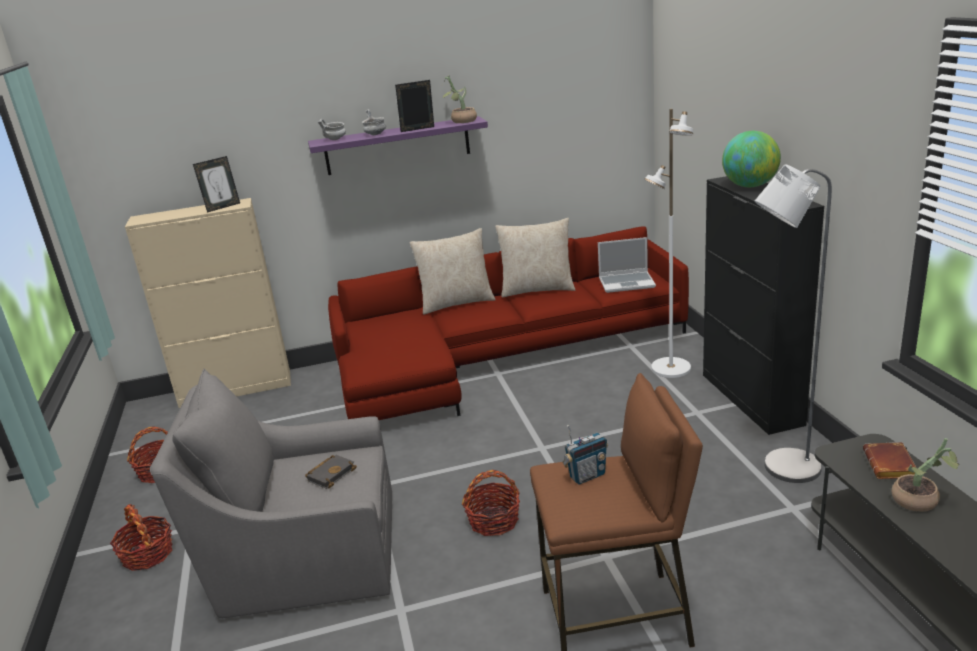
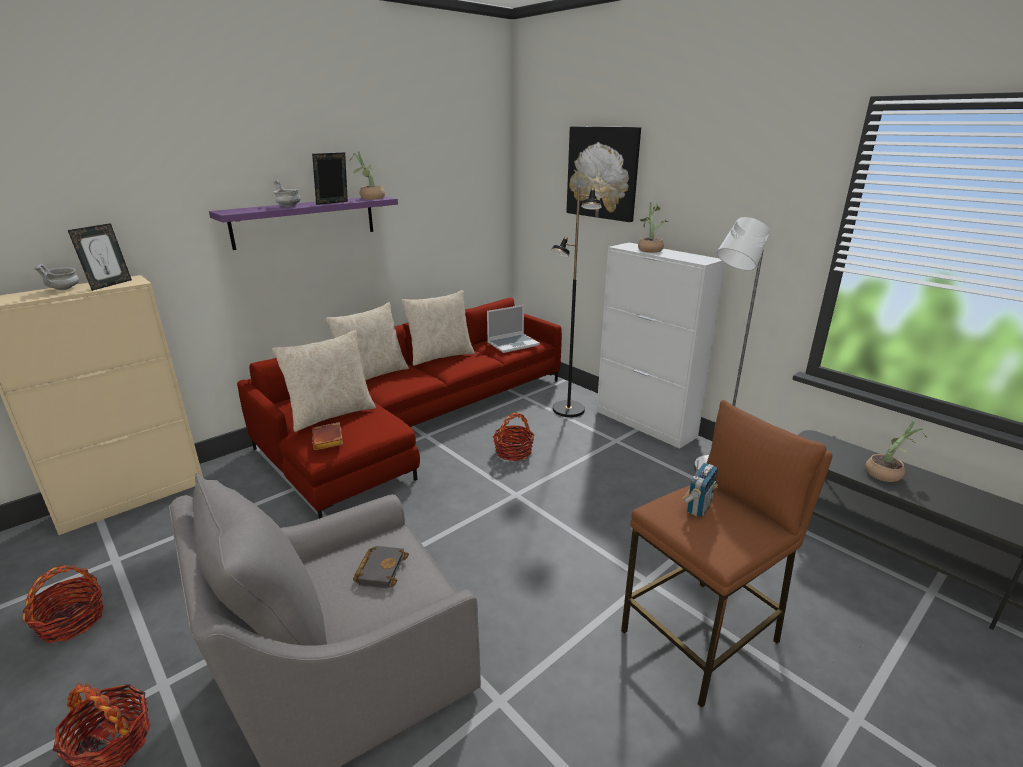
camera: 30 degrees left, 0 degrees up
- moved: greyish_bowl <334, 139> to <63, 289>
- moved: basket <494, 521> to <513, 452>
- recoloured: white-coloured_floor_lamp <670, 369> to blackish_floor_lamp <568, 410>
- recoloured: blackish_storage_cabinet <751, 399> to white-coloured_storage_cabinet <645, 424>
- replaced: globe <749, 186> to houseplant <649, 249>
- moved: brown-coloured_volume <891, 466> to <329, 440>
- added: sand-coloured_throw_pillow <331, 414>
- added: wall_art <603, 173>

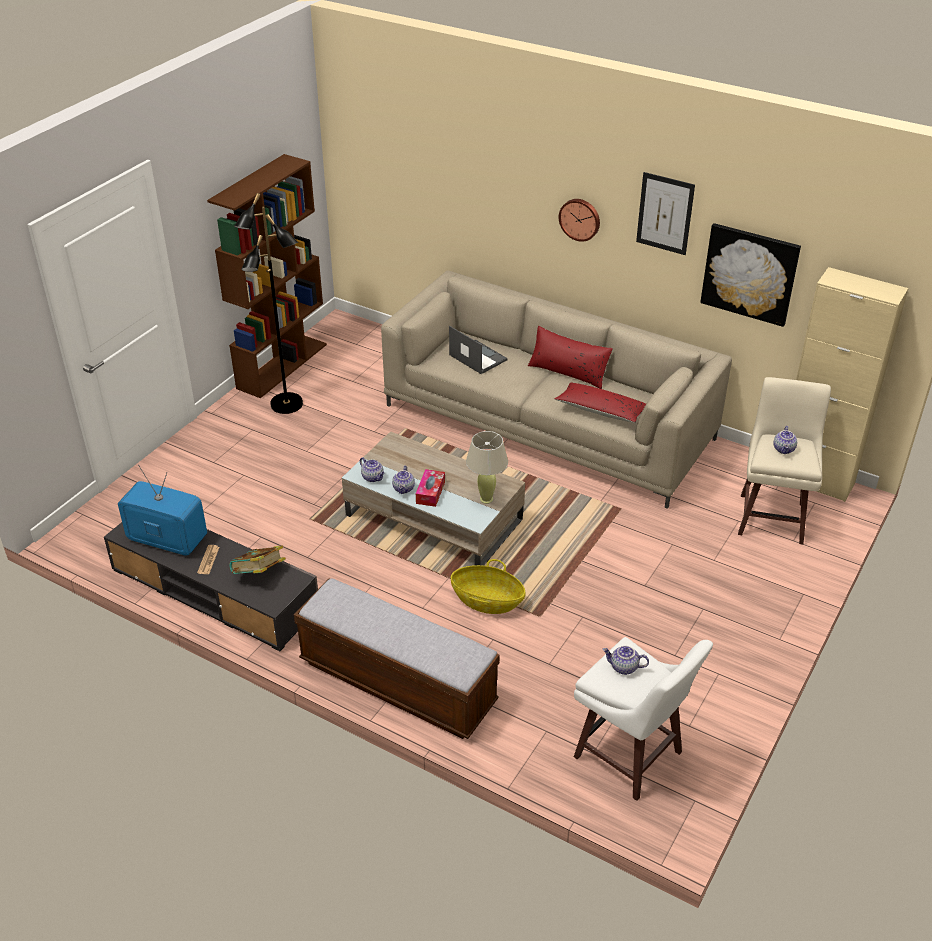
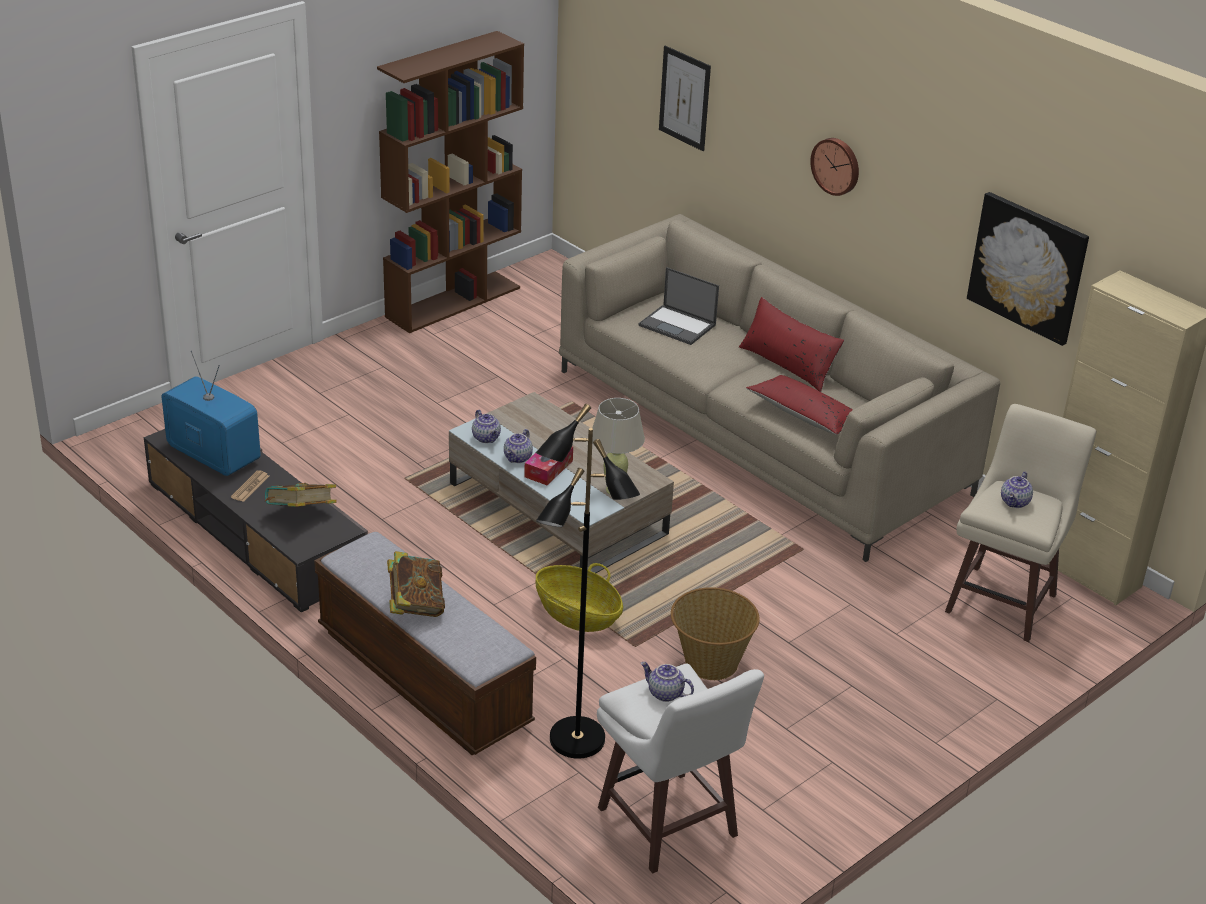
camera: 15 degrees right, 5 degrees down
- moved: blackish_floor_lamp <286, 405> to <577, 740>
- turned: laptop <477, 357> = <678, 325> 150 degrees clockwise
- moved: wall_art <665, 213> to <684, 98>
- added: volume <415, 605>
- added: basket <710, 663>

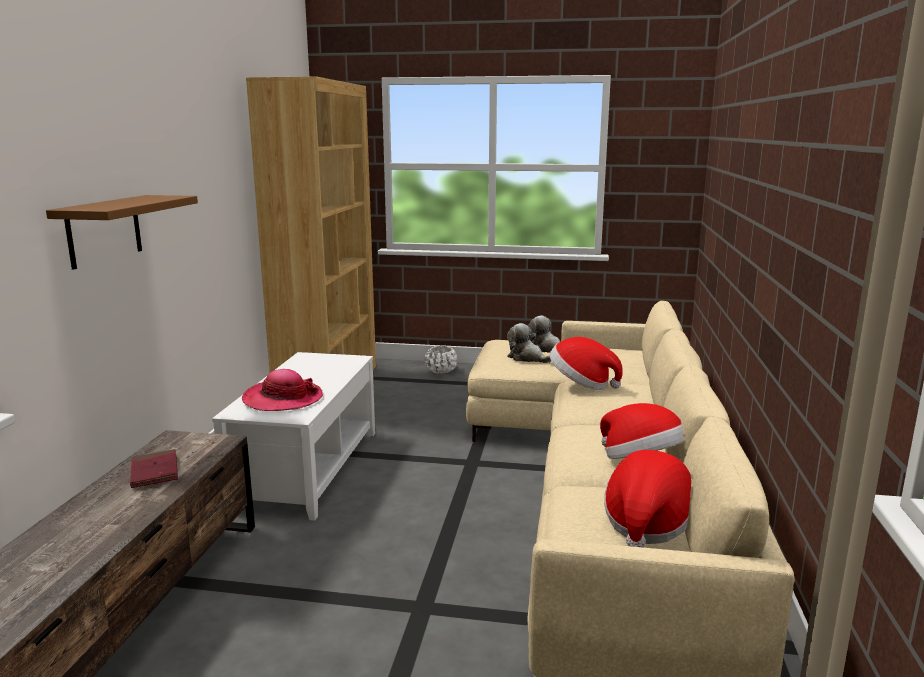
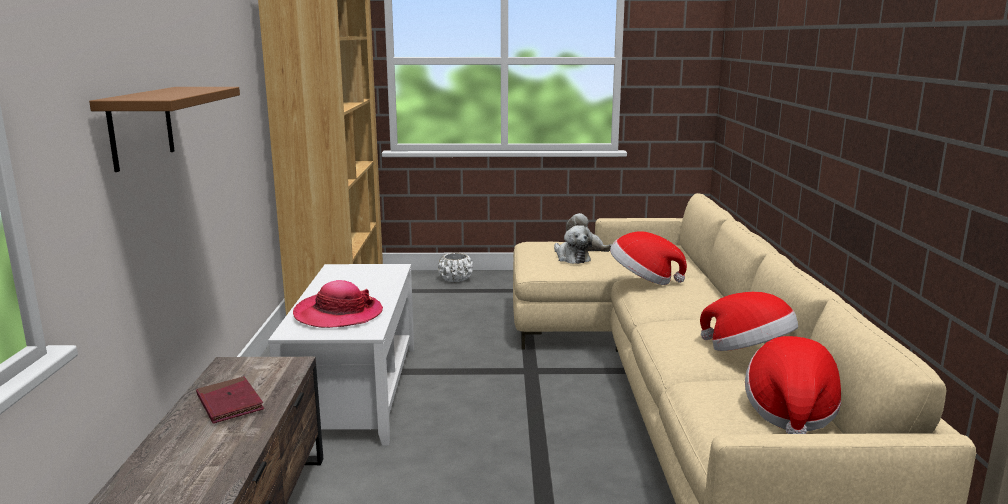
camera: 10 degrees left, 0 degrees up
- turned: soft_toy <527, 358> = <571, 258> 150 degrees counterclockwise

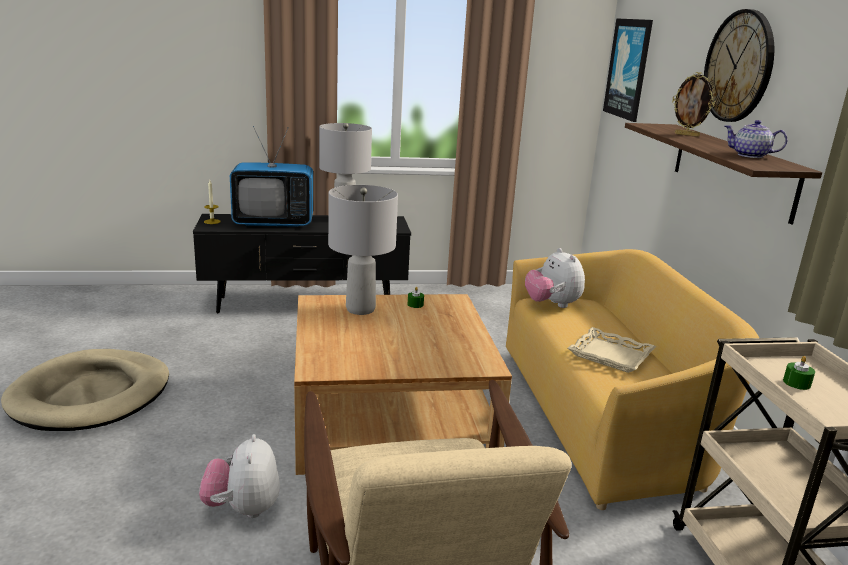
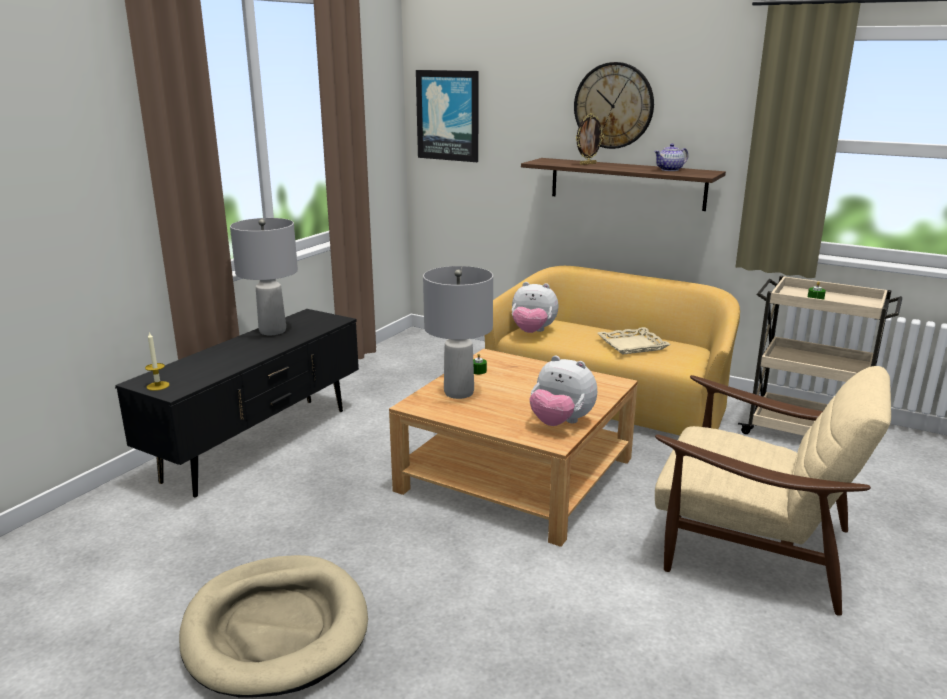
camera: 50 degrees left, 0 degrees up
- moved: soft_toy <243, 508> to <561, 423>
- removed: TV_set <273, 223>

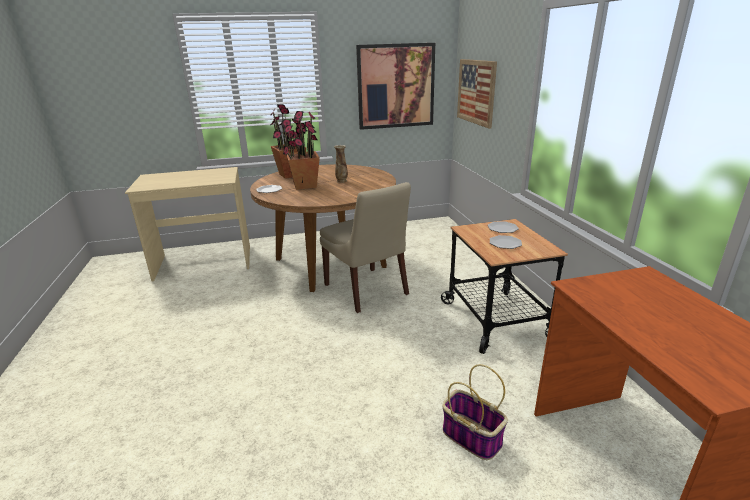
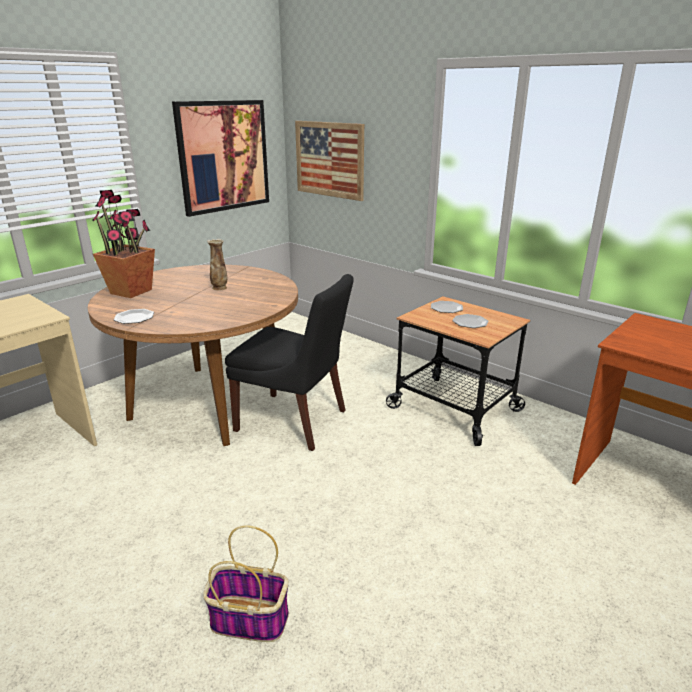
camera: 35 degrees left, 0 degrees up
- removed: houseplant <305, 185>
- recoloured: sand-coloured_upright_chair <367, 291> to blackish_upright_chair <295, 421>
- moved: basket <470, 436> to <248, 620>

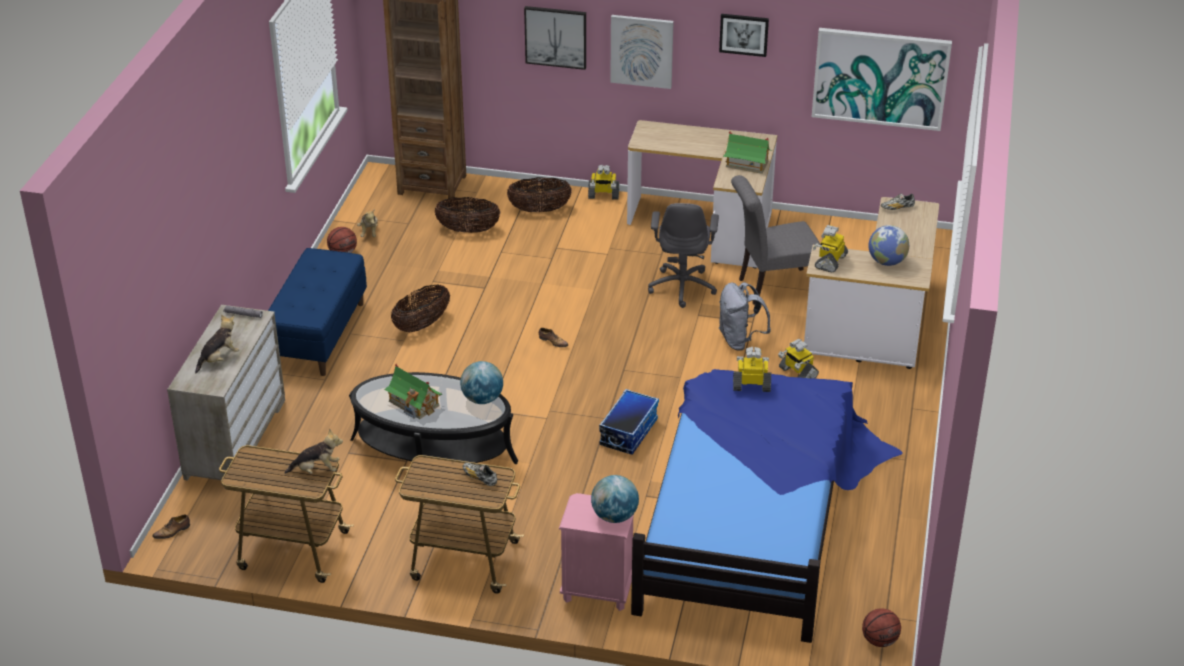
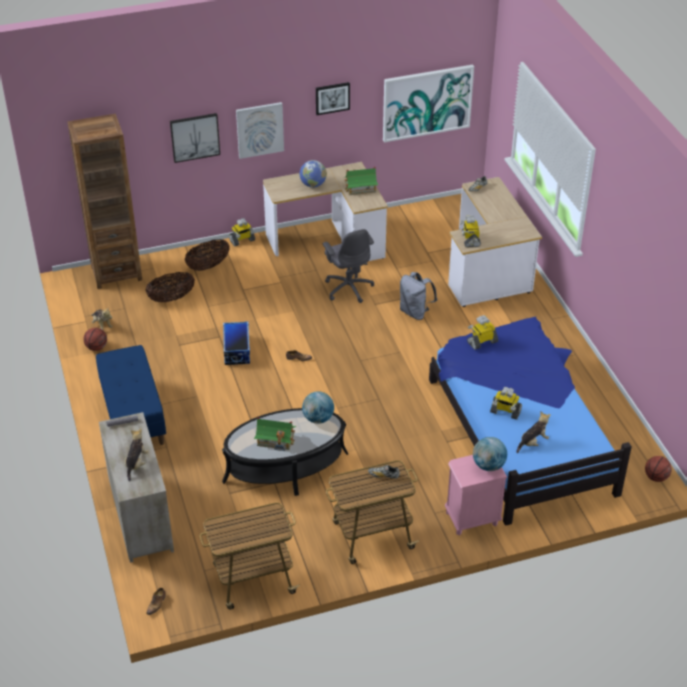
camera: 30 degrees left, 5 degrees up
- moved: soft_toy <317, 470> to <533, 442>
- removed: basket <421, 325>
- moved: storage_container <628, 432> to <236, 350>
- removed: greyish_upright_chair <773, 287>
- moved: model_robot <797, 373> to <505, 411>
- moved: globe <886, 262> to <313, 185>

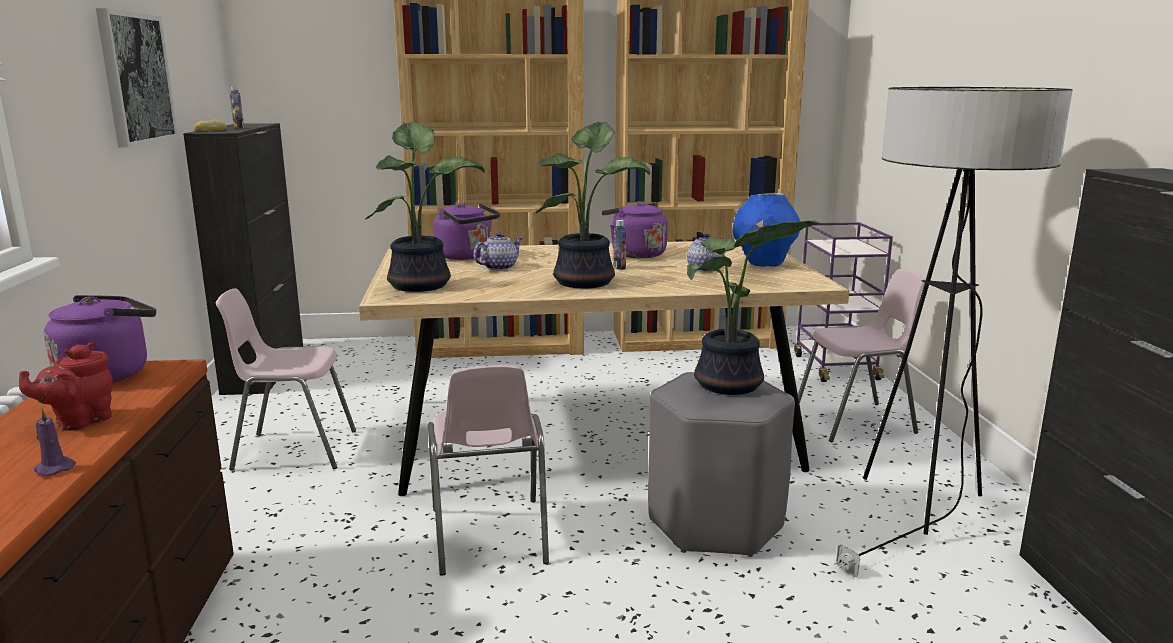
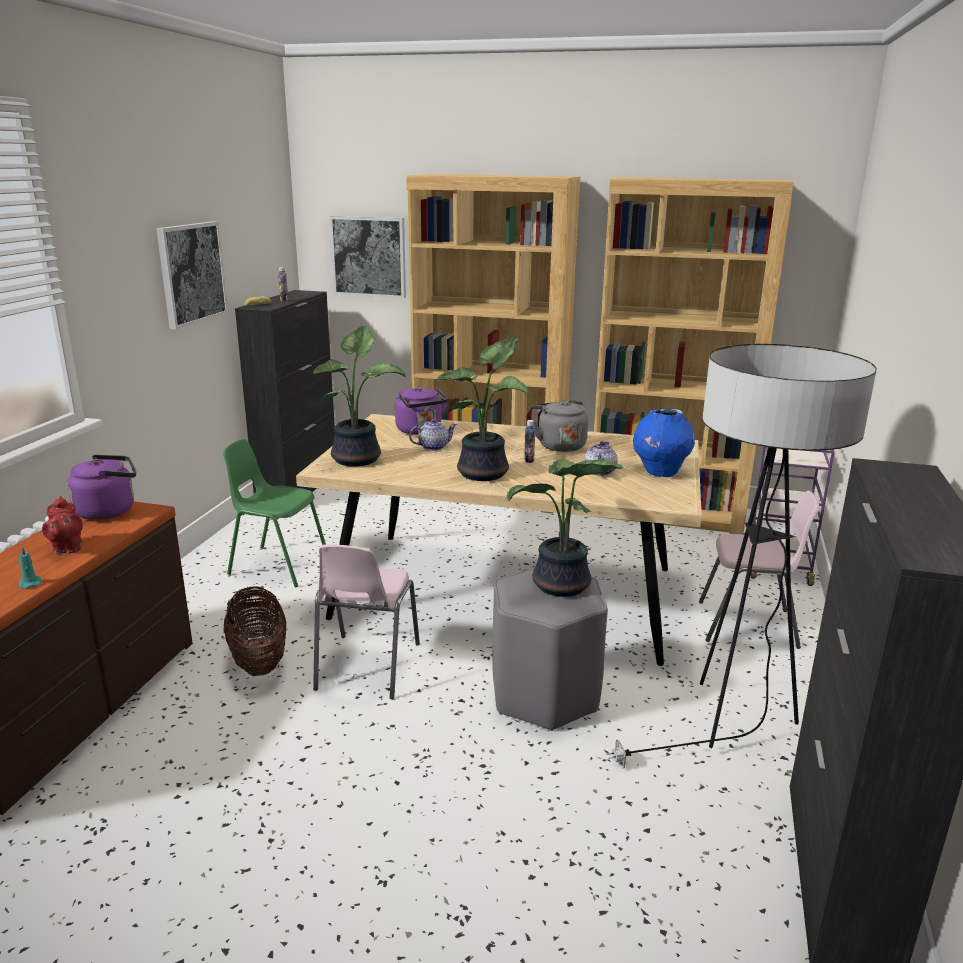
camera: 20 degrees right, 5 degrees up
- turned: reddish_tea_pot <79, 422> = <67, 548> 75 degrees counterclockwise
- recoloured: purple-coloured_candle <53, 468> to turquoise-coloured_candle <30, 583>
- recoloured: pink-coloured_upright_chair <294, 450> to green_upright_chair <278, 565>
- recoloured: purple-coloured_water_kettle <635, 254> to greyish_water_kettle <559, 445>
- added: basket <259, 660>
- added: wall_art <369, 256>

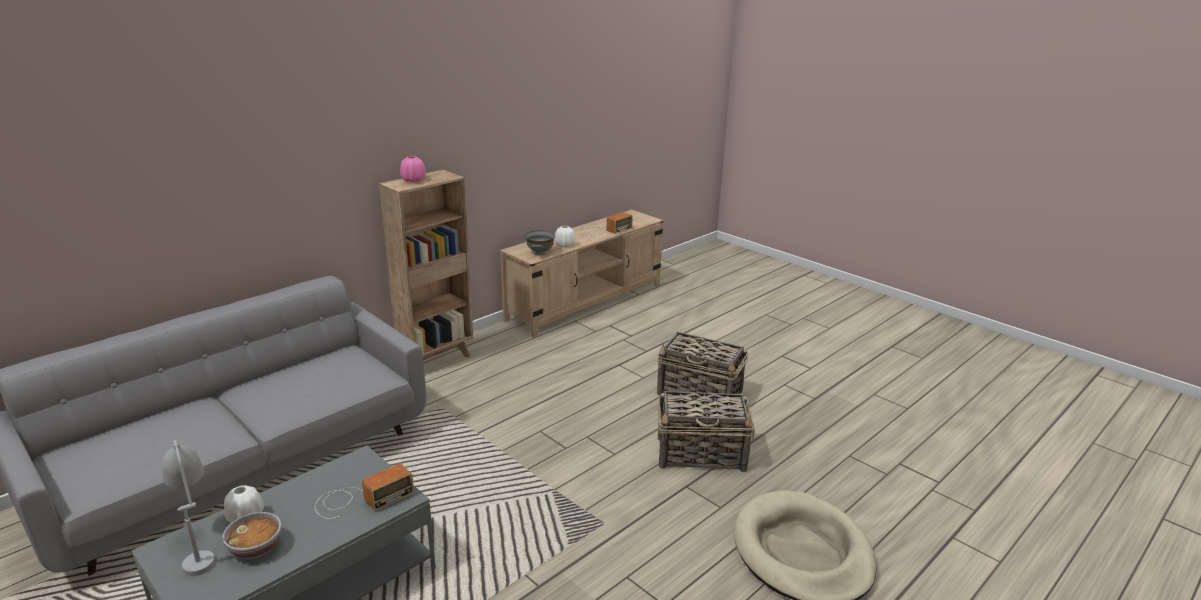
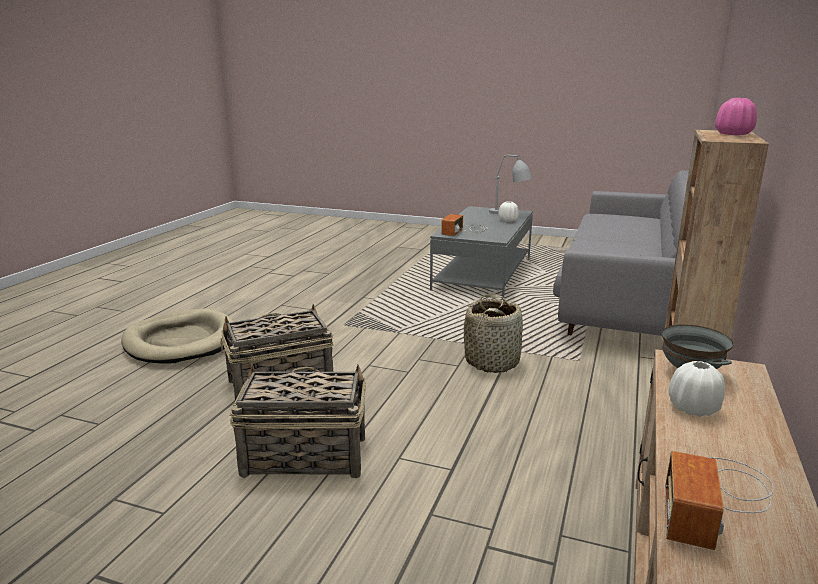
camera: 155 degrees right, 5 degrees down
- removed: bowl <256, 548>
- added: basket <492, 362>

